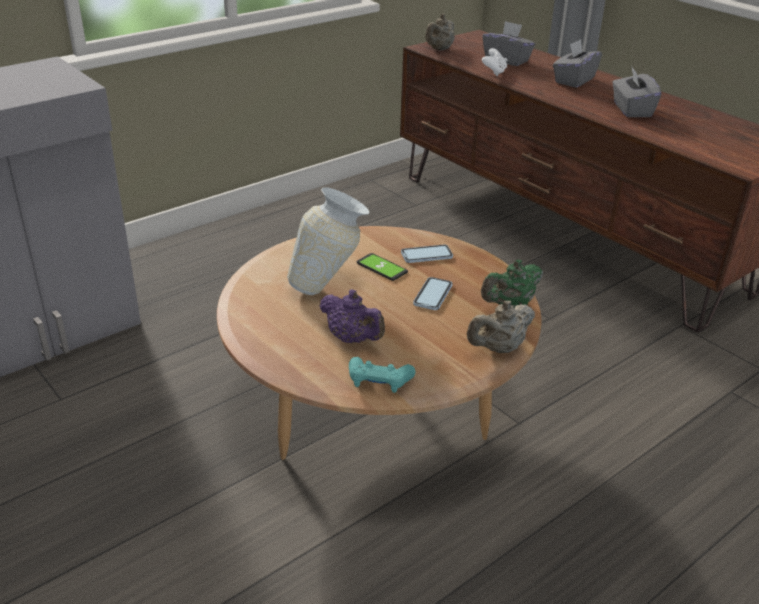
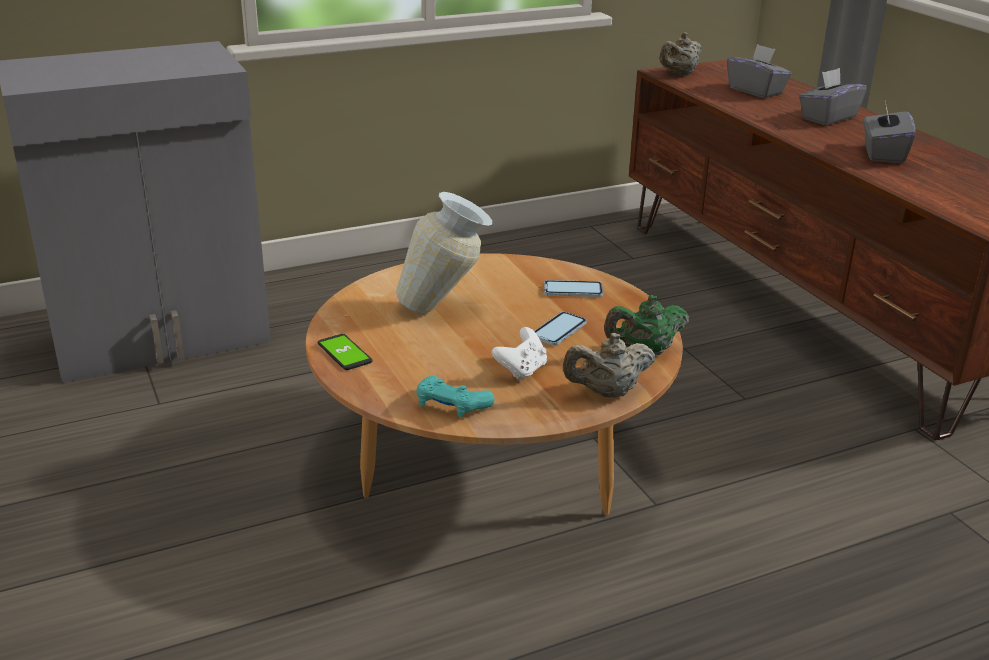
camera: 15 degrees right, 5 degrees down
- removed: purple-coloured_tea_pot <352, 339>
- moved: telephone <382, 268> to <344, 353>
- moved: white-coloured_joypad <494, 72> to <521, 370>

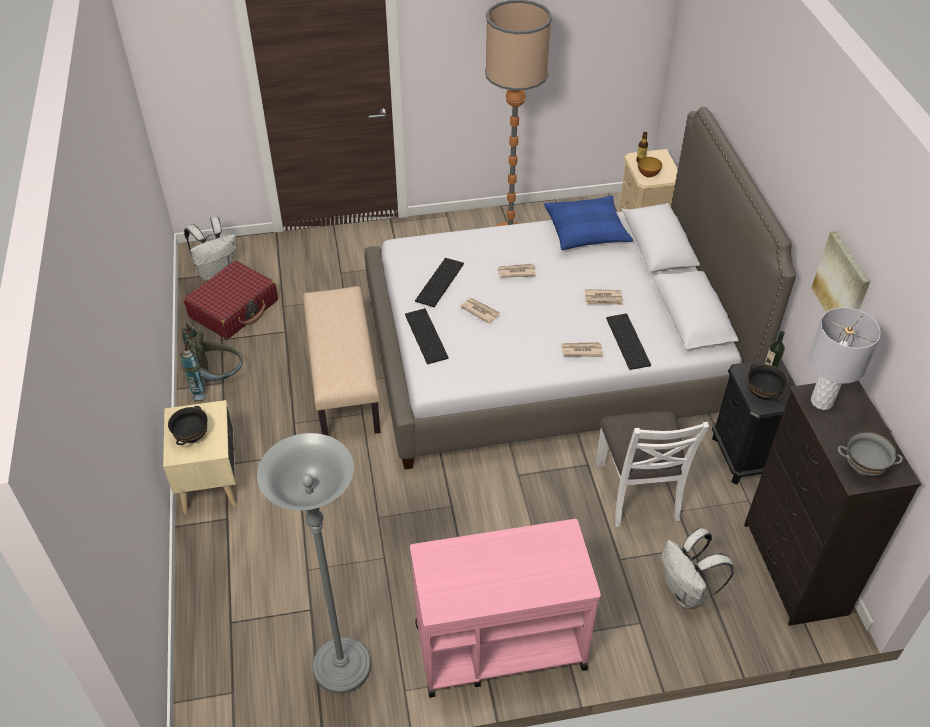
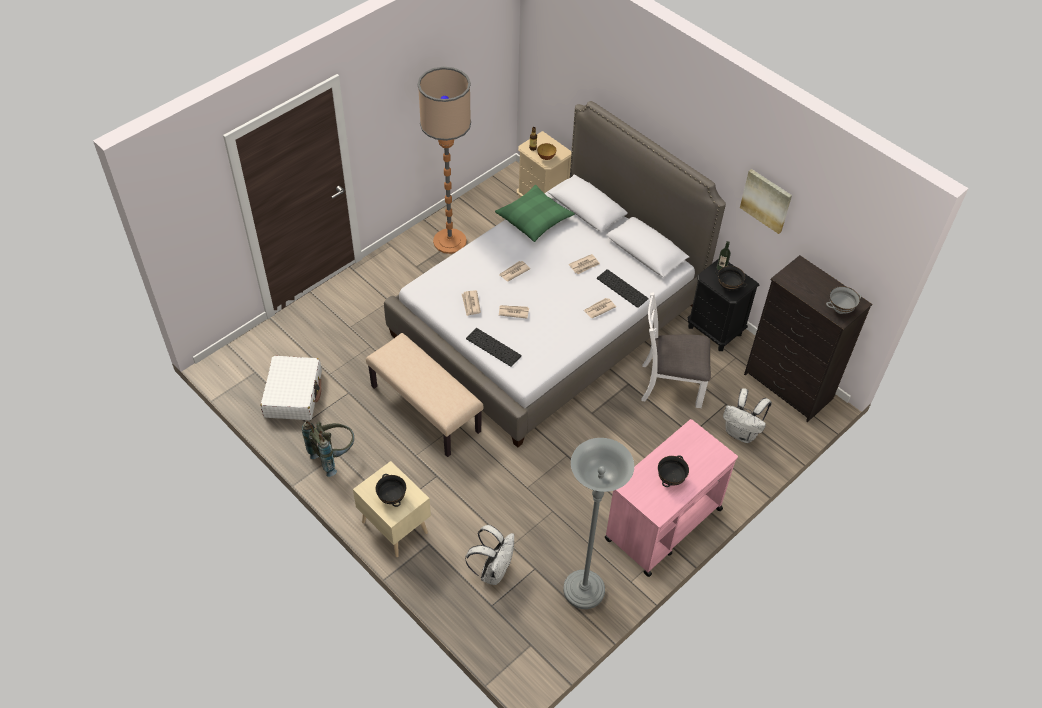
camera: 35 degrees left, 5 degrees up
- recoloured: reddish_piece_of_luggage <234, 309> to white-coloured_piece_of_luggage <293, 394>
- moved: white-coloured_rucksack <216, 272> to <493, 570>
- replaced: keyboard <440, 283> to newspaper <471, 304>
- recoloured: bluish_throw_pillow <586, 231> to green_throw_pillow <534, 219>
- turned: white-coloured_upright_chair <638, 490> = <670, 384> 135 degrees clockwise
- removed: greyish_lamp_for_a_table <822, 401>
- added: blackish_bowl <671, 479>

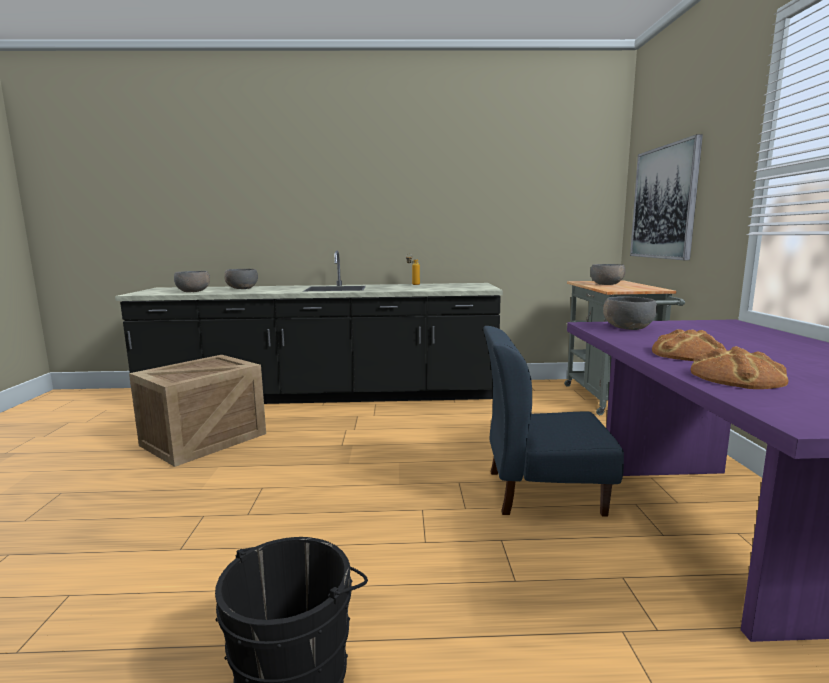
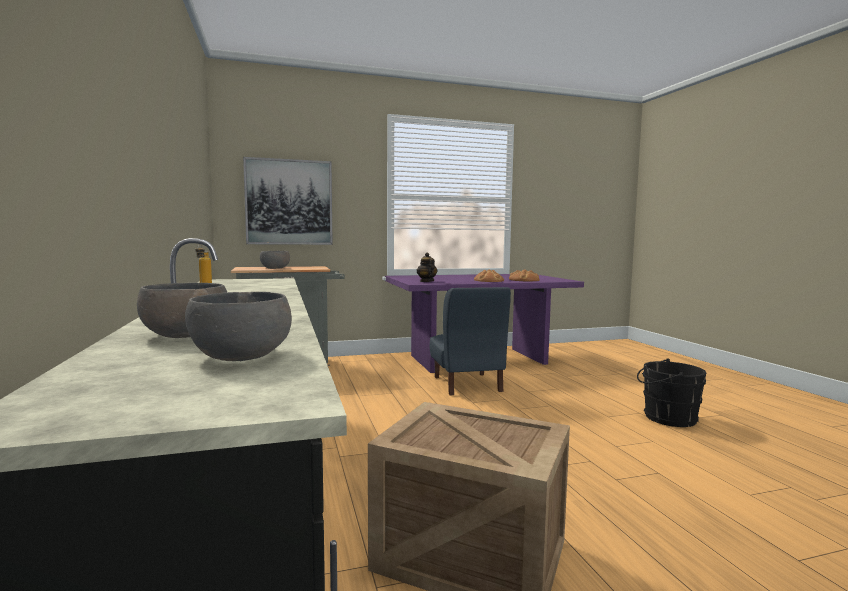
camera: 105 degrees left, 5 degrees down
- replaced: greyish_bowl <627, 328> to tea_pot <426, 281>

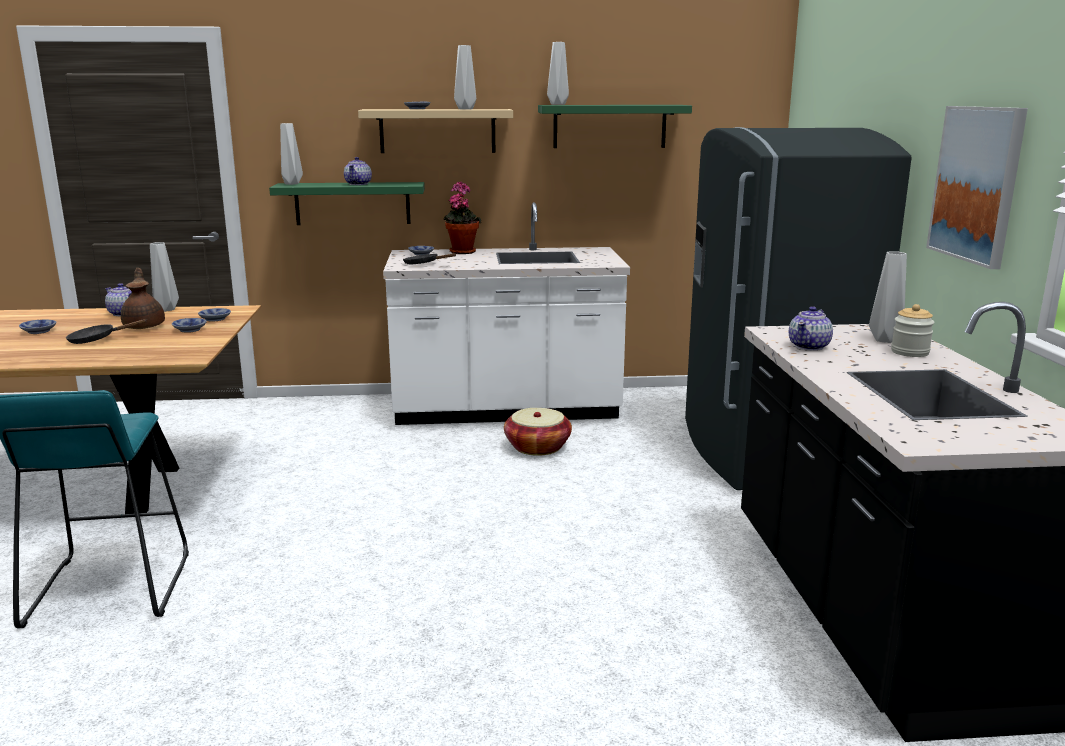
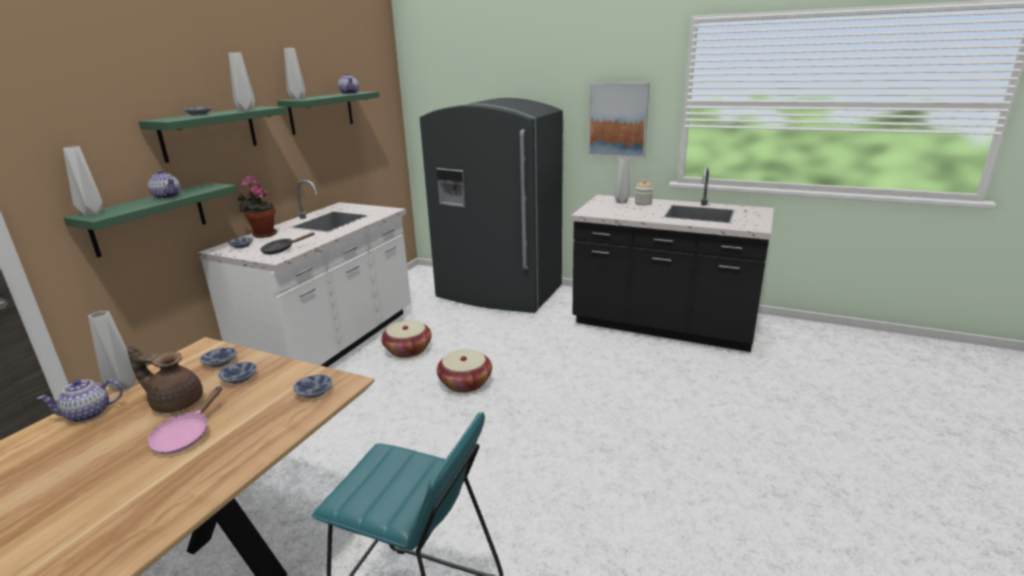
camera: 60 degrees left, 5 degrees up
- moved: bowl <37, 331> to <313, 393>
- recoloured: blackish_pan <97, 340> to pink-coloured_pan <186, 436>
- recoloured: sand-coloured_bracket_shelf <437, 131> to green_bracket_shelf <209, 133>
- moved: tea_pot <809, 346> to <349, 93>
- added: basket <465, 383>

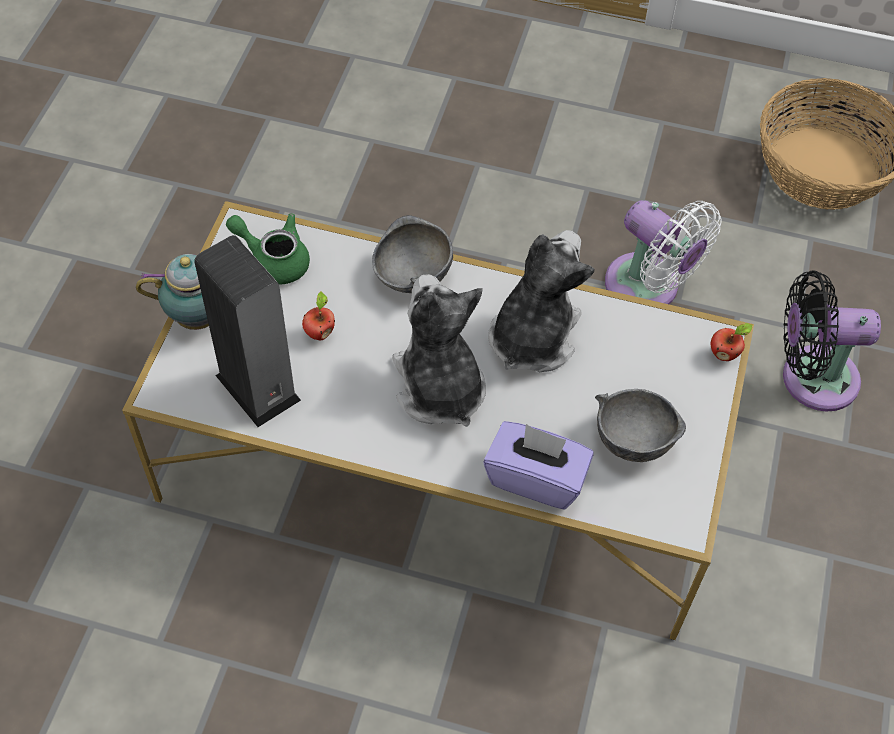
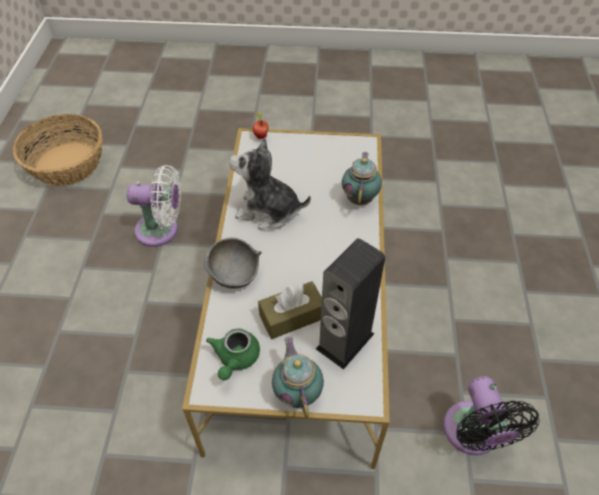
camera: 100 degrees left, 5 degrees down
- replaced: whole_apple <319, 332> to brown-coloured_tissue_holder <292, 316>
- removed: soft_toy <439, 387>
- replaced: purple-coloured_tissue_holder <536, 478> to tea_pot <360, 198>
- removed: greyish_bowl <633, 439>
- turned: white-coloured_electric_fan <648, 289> = <161, 230> 60 degrees clockwise
- moved: blackish_electric_fan <811, 378> to <473, 434>

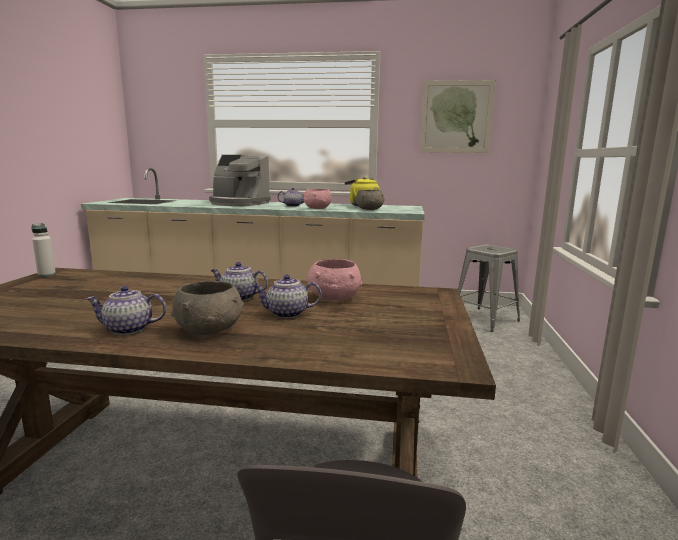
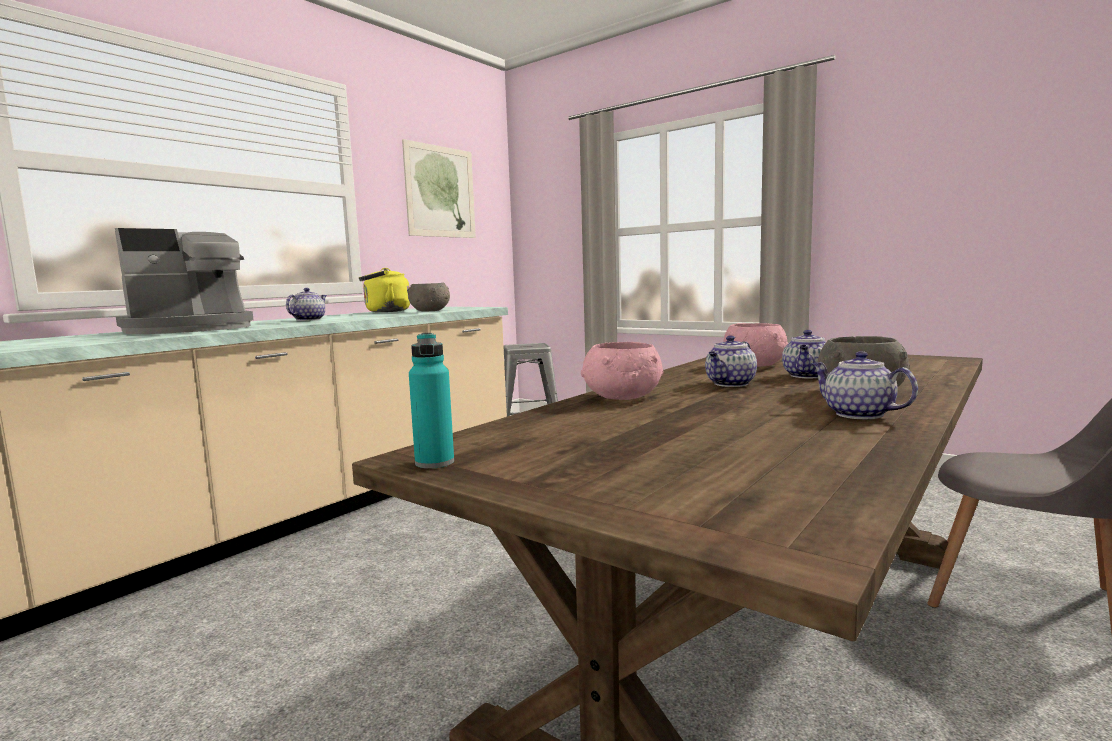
camera: 60 degrees left, 5 degrees down
- recoloured: white-coloured_drink_bottle <46, 275> to turquoise-coloured_drink_bottle <434, 462>
- turned: tea_pot <128, 329> = <857, 414> 120 degrees clockwise
- moved: pink-coloured_bowl <317, 208> to <622, 397>

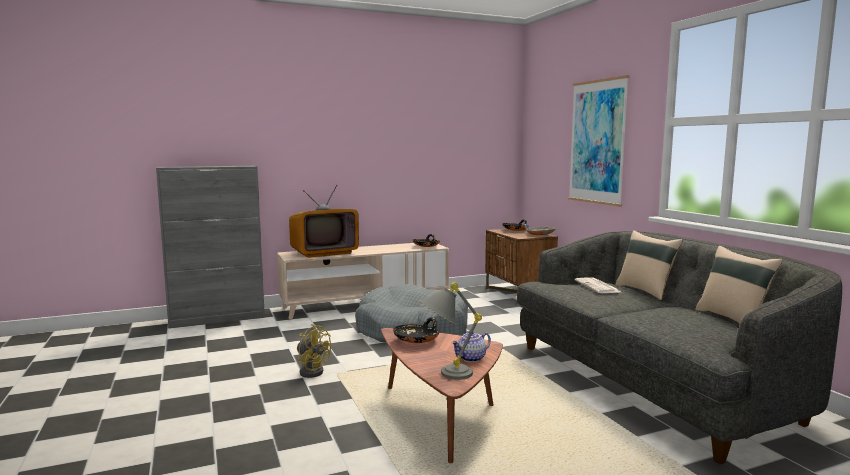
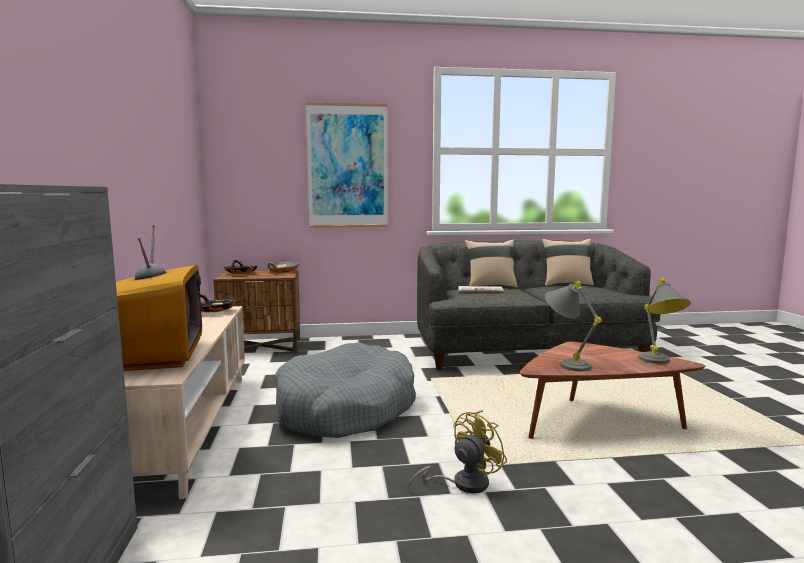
camera: 75 degrees left, 0 degrees up
- replaced: blackish_bowl <417, 340> to greyish_lamp_for_a_table <566, 363>
- removed: tea_pot <471, 359>

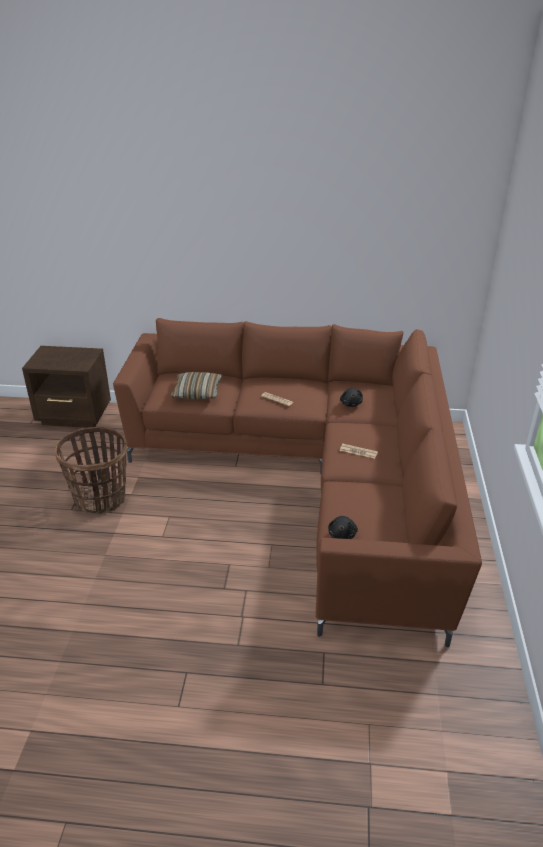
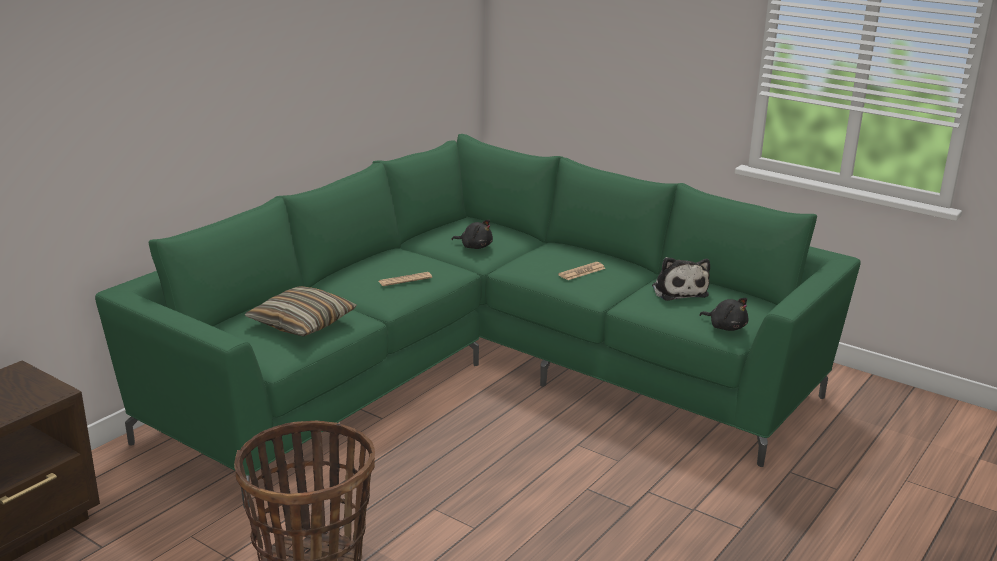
camera: 60 degrees left, 10 degrees down
- recoloured: brown-coloured_couch <315, 479> to green_couch <482, 373>
- added: soft_toy <678, 290>

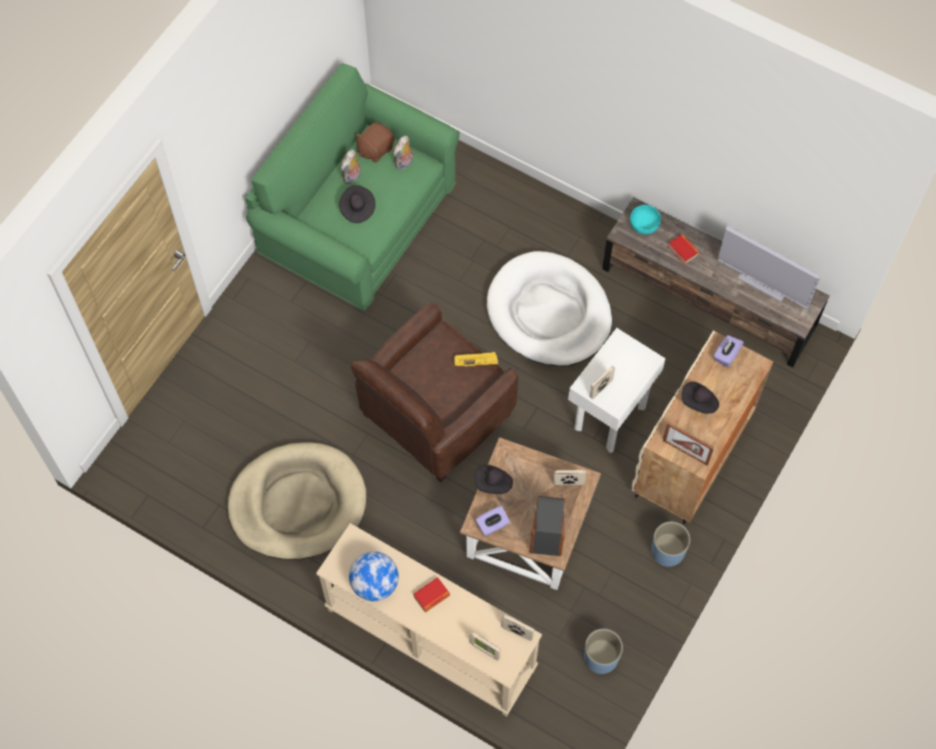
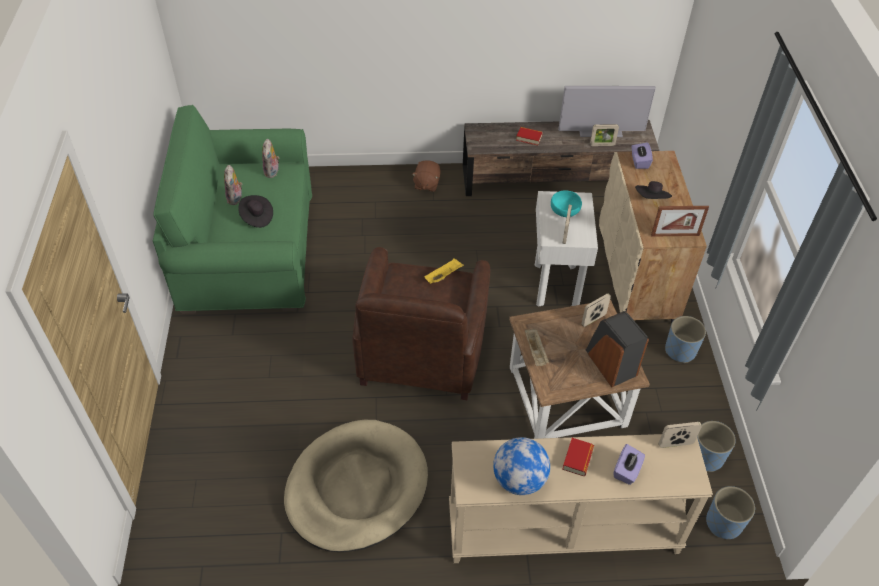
camera: 35 degrees left, 15 degrees down
- moved: brown-coloured_soft_toy <375, 149> to <426, 184>
- moved: picture_frame <484, 650> to <602, 145>
- replaced: blackish_hat <493, 484> to sand-coloured_serving_tray <536, 352>
- moved: purple-coloured_tissue_holder <492, 525> to <627, 471>
- removed: white-coloured_dog_cushion <549, 313>
- moved: turquoise-coloured_bowl <643, 224> to <564, 210>
- added: bluish_plant_pot <723, 523>

